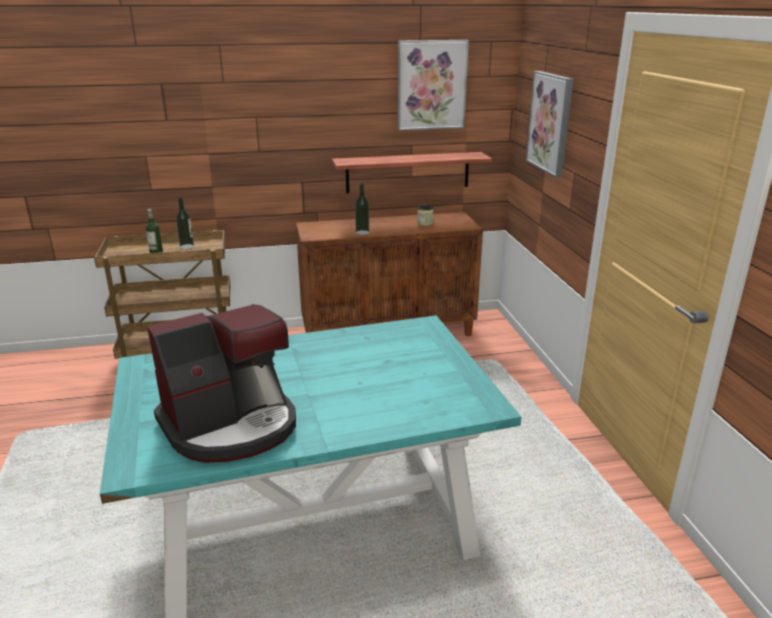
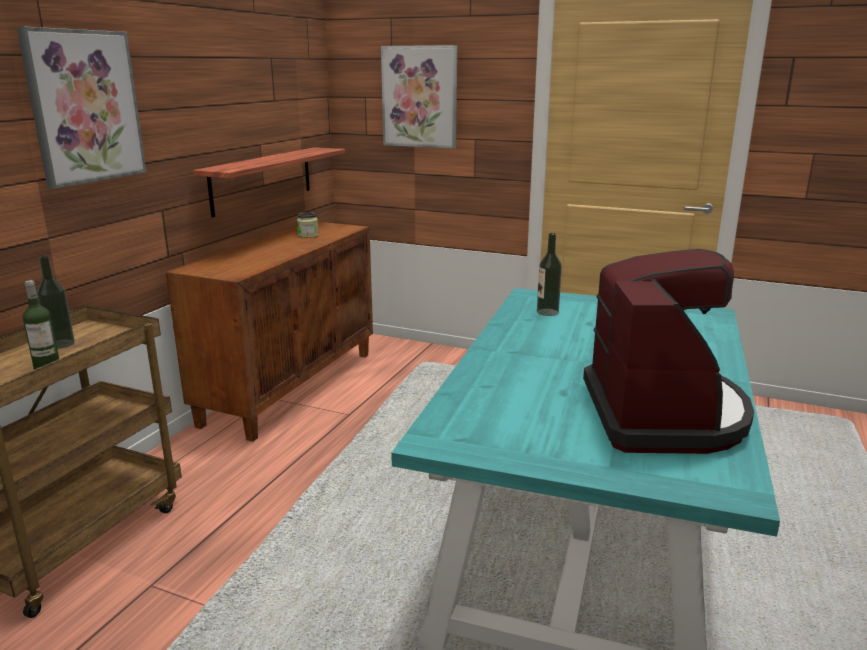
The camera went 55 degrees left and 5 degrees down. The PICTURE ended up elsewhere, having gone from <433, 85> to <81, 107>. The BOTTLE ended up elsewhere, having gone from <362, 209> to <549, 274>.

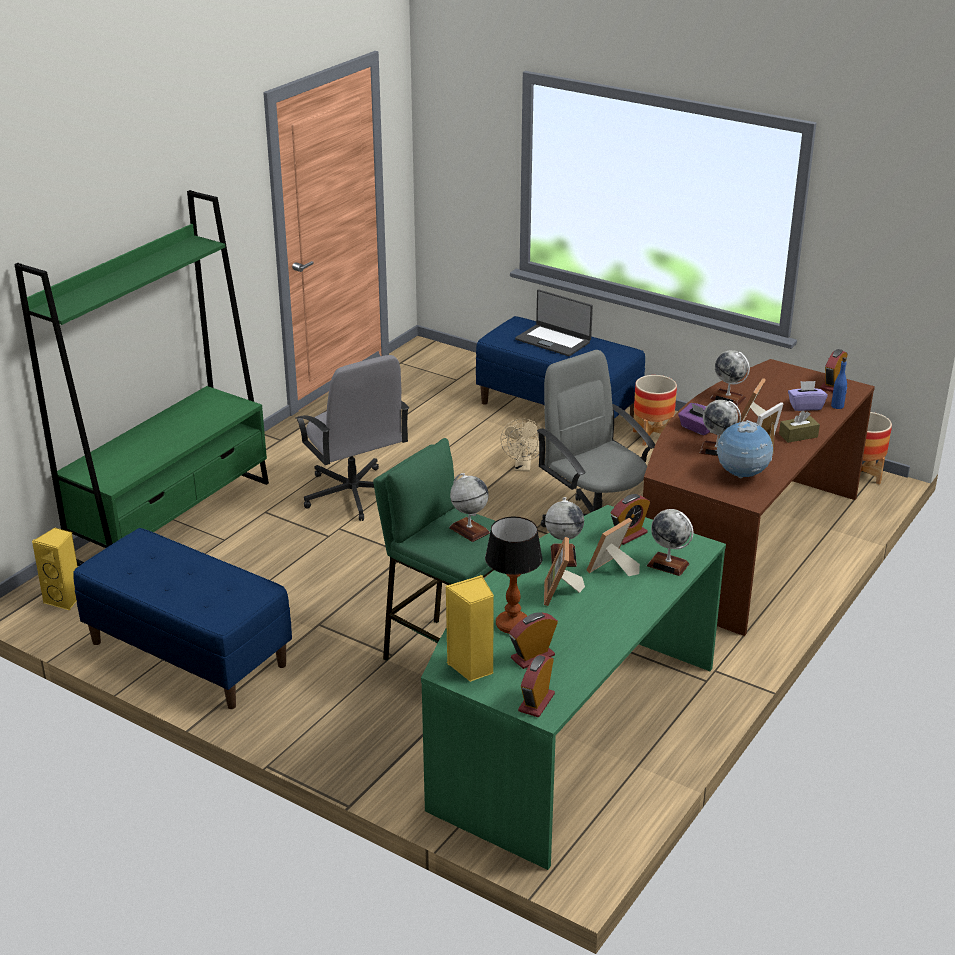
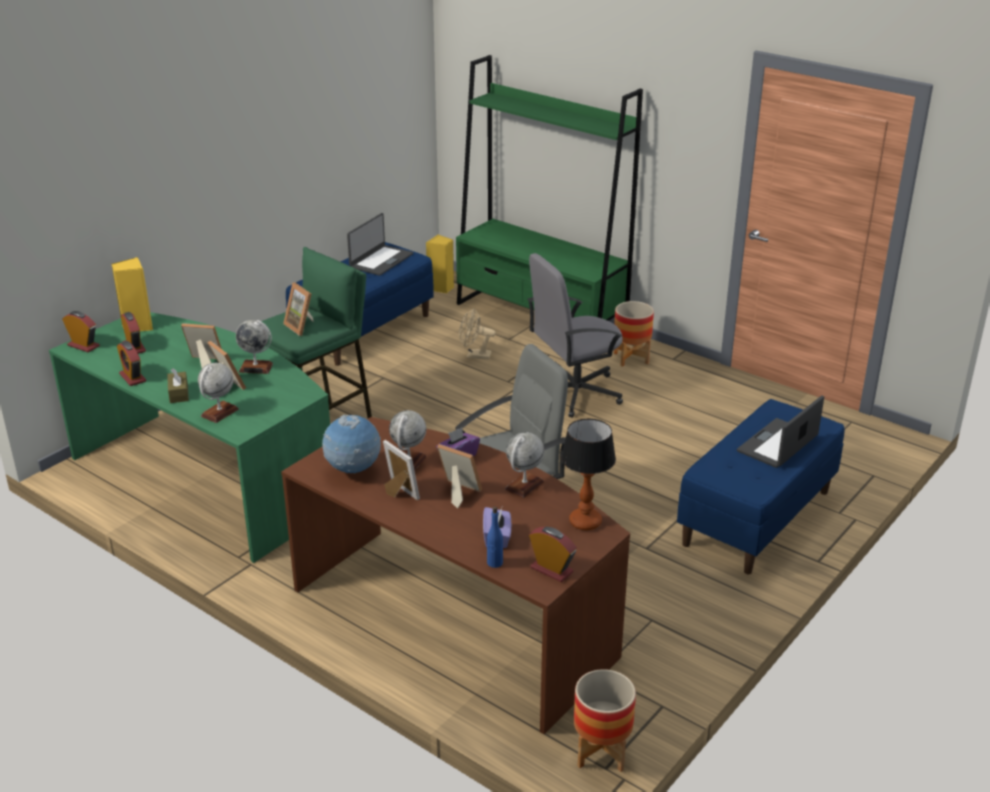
The camera went 95 degrees right and 0 degrees up. The PLANTER ended up elsewhere, having gone from <655, 410> to <634, 334>. The BROWN TISSUE BOX ended up elsewhere, having gone from <799, 426> to <178, 385>. The BEIGE FAN ended up elsewhere, having gone from <523, 445> to <477, 334>. Where the GLOBE stood at <469, 507>, the PICTURE FRAME came to stand at <298, 309>. The ALARM CLOCK ended up elsewhere, having gone from <630, 519> to <131, 363>. The TABLE LAMP ended up elsewhere, having gone from <513, 575> to <588, 474>. The second view gained the LAPTOP at <380, 244>.

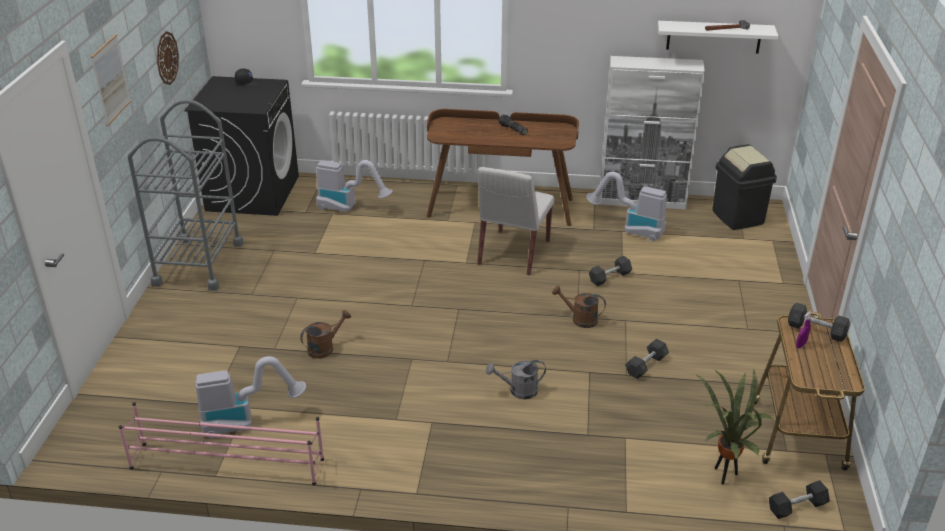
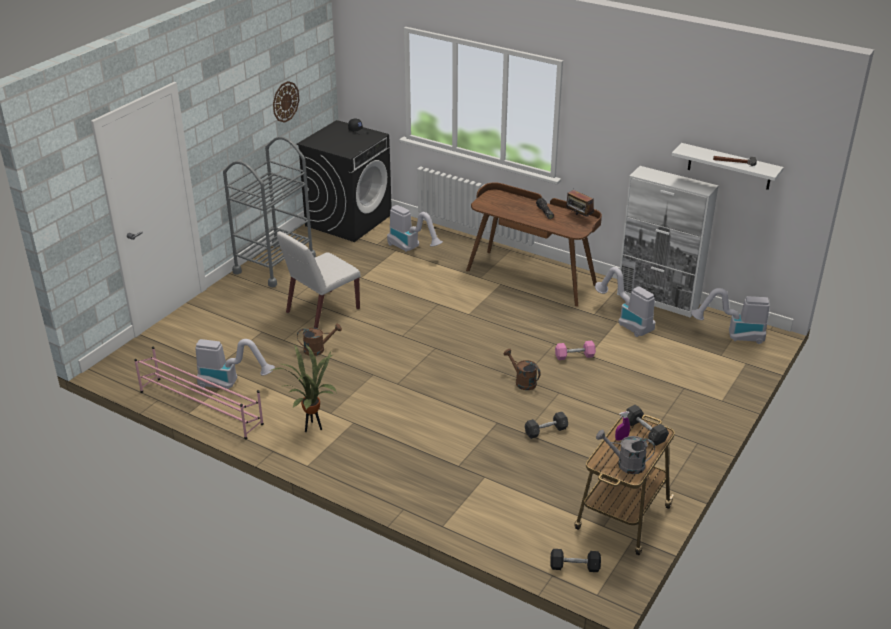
The camera went 25 degrees right and 0 degrees up. The second view lost the PICTURE at <111, 80>. Where the BLACK TRASH CAN stood at <744, 187>, the VACUUM CLEANER came to stand at <730, 316>. The WHITE CHAIR ended up elsewhere, having gone from <515, 221> to <319, 280>. What was the GREY DUMBBELL at <610, 271> turned into the PINK DUMBBELL at <575, 350>. The GREY WATERING CAN ended up elsewhere, having gone from <516, 379> to <625, 452>. The POTTED PLANT ended up elsewhere, having gone from <734, 426> to <303, 388>. The second view gained the RADIO at <580, 203>.

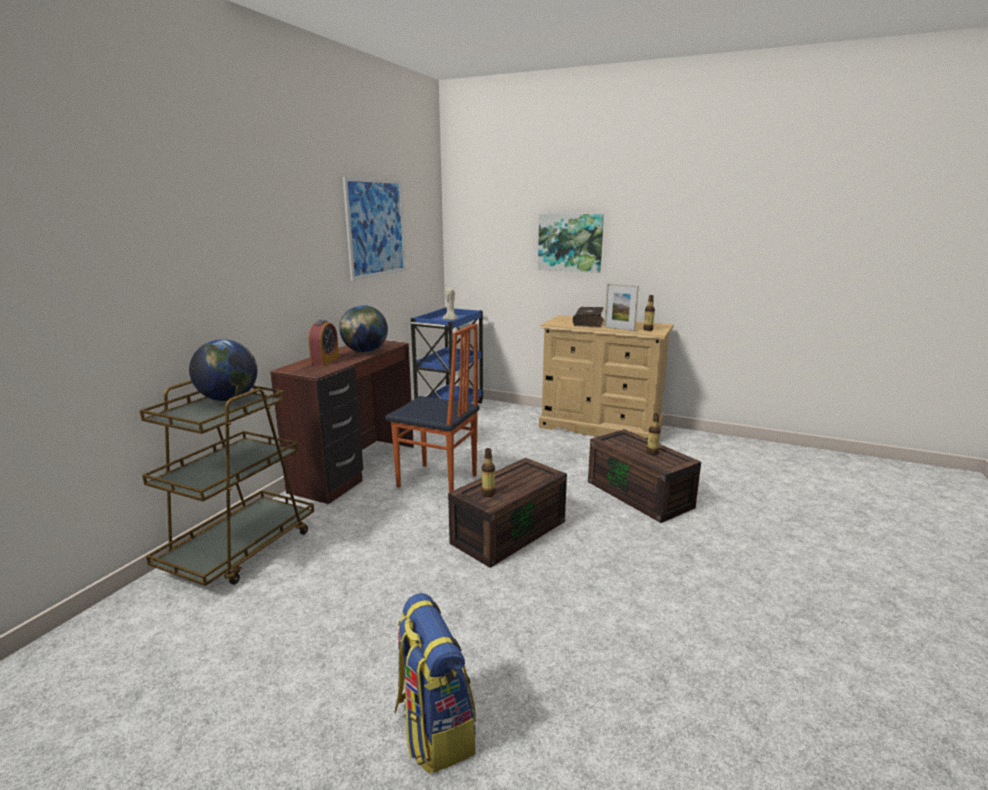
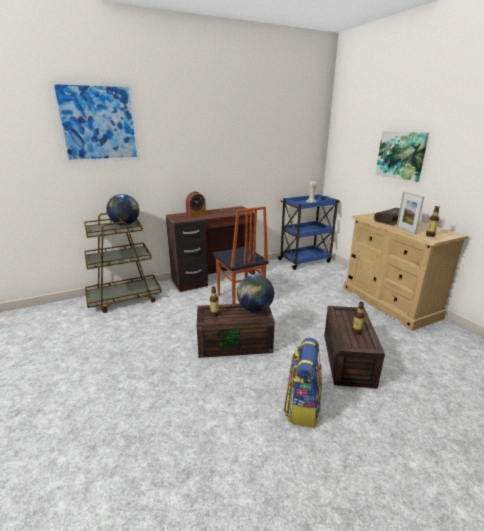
The camera went 40 degrees right and 5 degrees up. The PICTURE ended up elsewhere, having gone from <374, 229> to <95, 122>. The GLOBE ended up elsewhere, having gone from <363, 329> to <255, 293>. The BACKPACK ended up elsewhere, having gone from <435, 683> to <303, 383>.

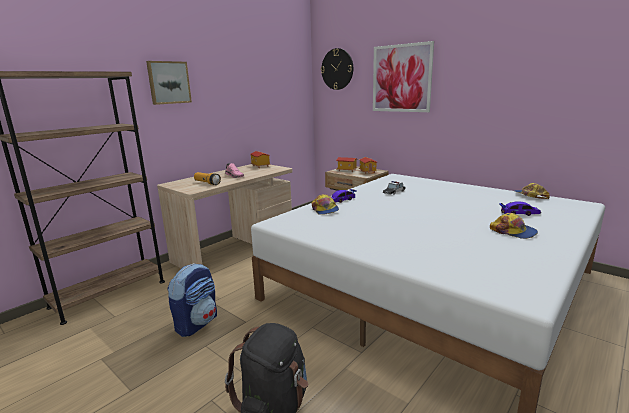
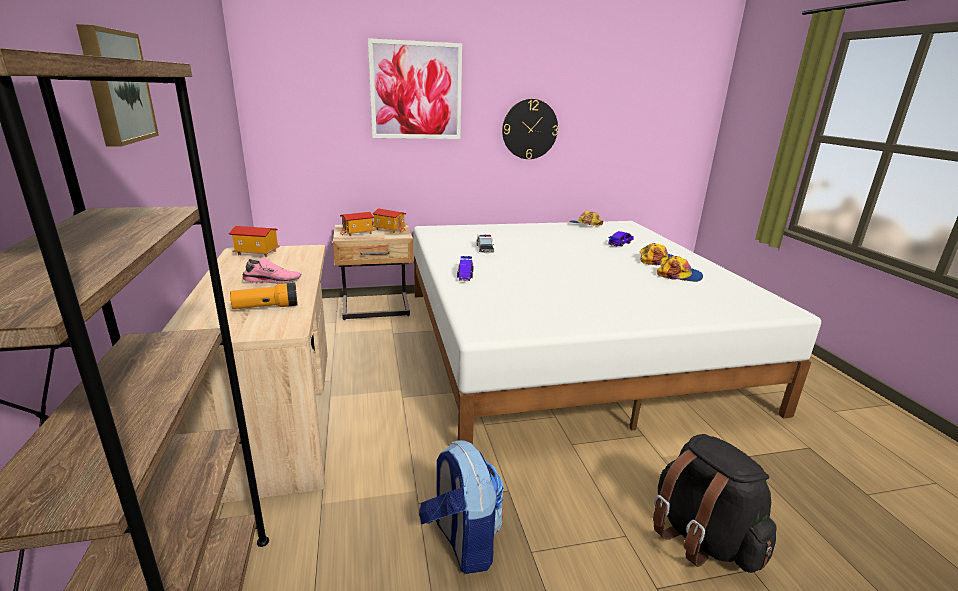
The camera went 55 degrees left and 5 degrees up. The WALL CLOCK ended up elsewhere, having gone from <337, 69> to <530, 129>. The CAP ended up elsewhere, having gone from <325, 204> to <680, 269>.

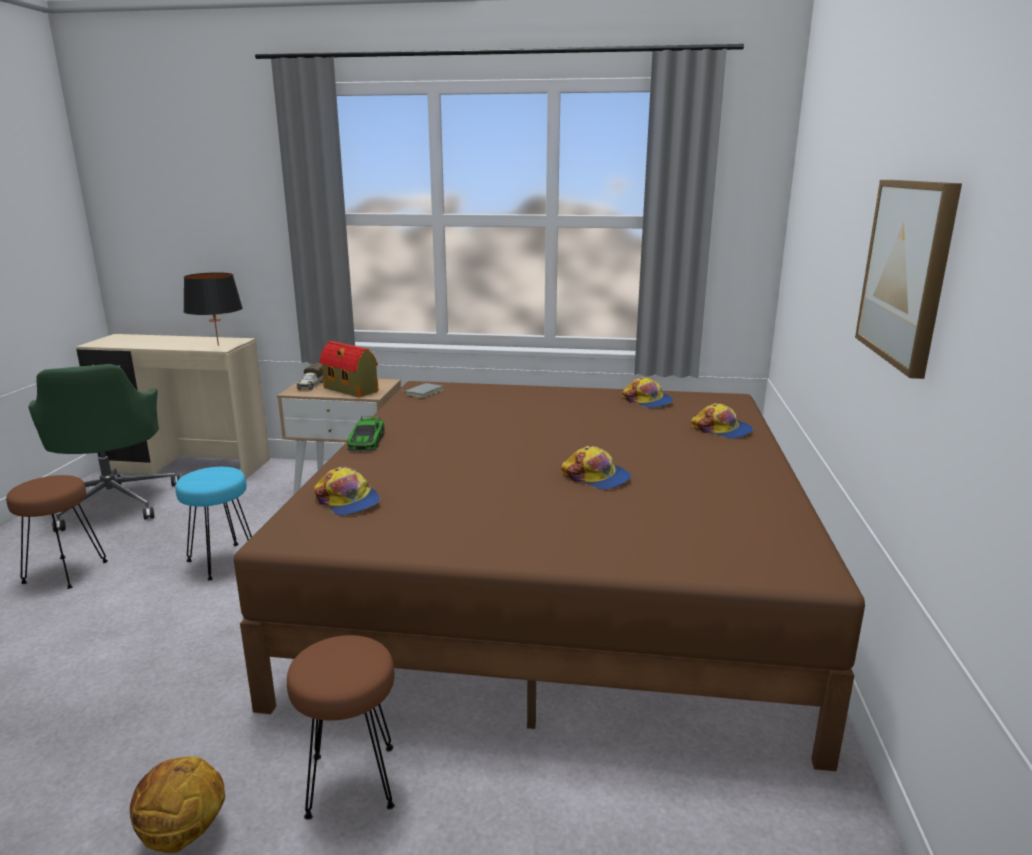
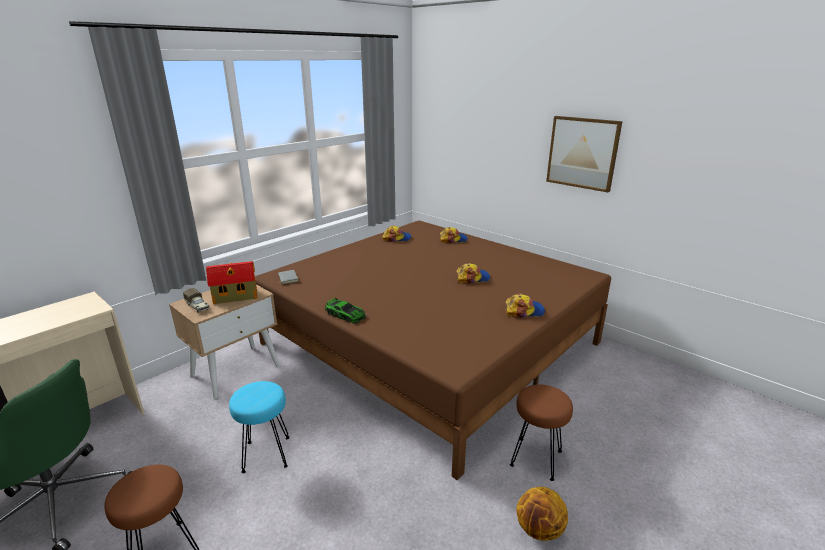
The camera went 55 degrees left and 5 degrees up. The second view lost the BLACK TABLE LAMP at <213, 309>. The CAP ended up elsewhere, having gone from <347, 491> to <525, 306>.

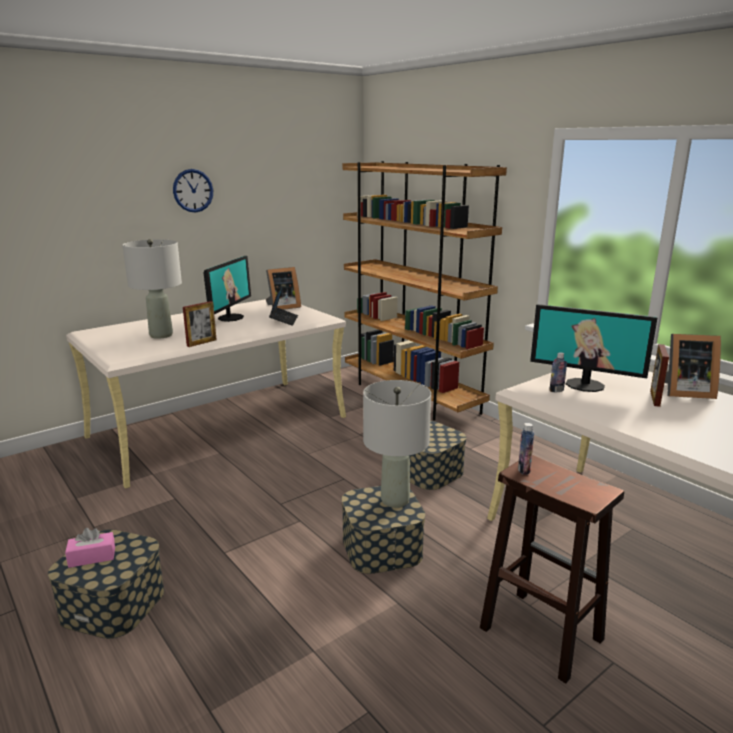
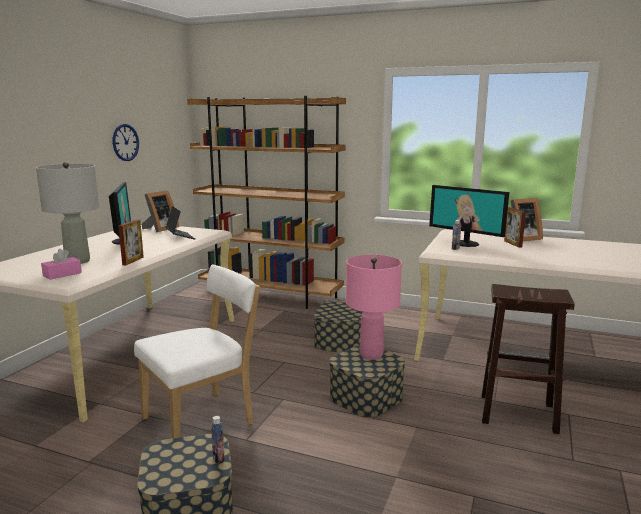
The camera went 30 degrees left and 5 degrees down. The WALL CLOCK ended up elsewhere, having gone from <193, 190> to <126, 142>. The MONITOR at <594, 348> ended up facing another way, 45 degrees clockwise from before. What was the GREY TABLE LAMP at <397, 444> turned into the PINK TABLE LAMP at <374, 307>. The BOTTLE ended up elsewhere, having gone from <526, 449> to <218, 440>. The PINK TISSUE BOX ended up elsewhere, having gone from <90, 548> to <61, 264>. The second view gained the WHITE CHAIR at <197, 351>.

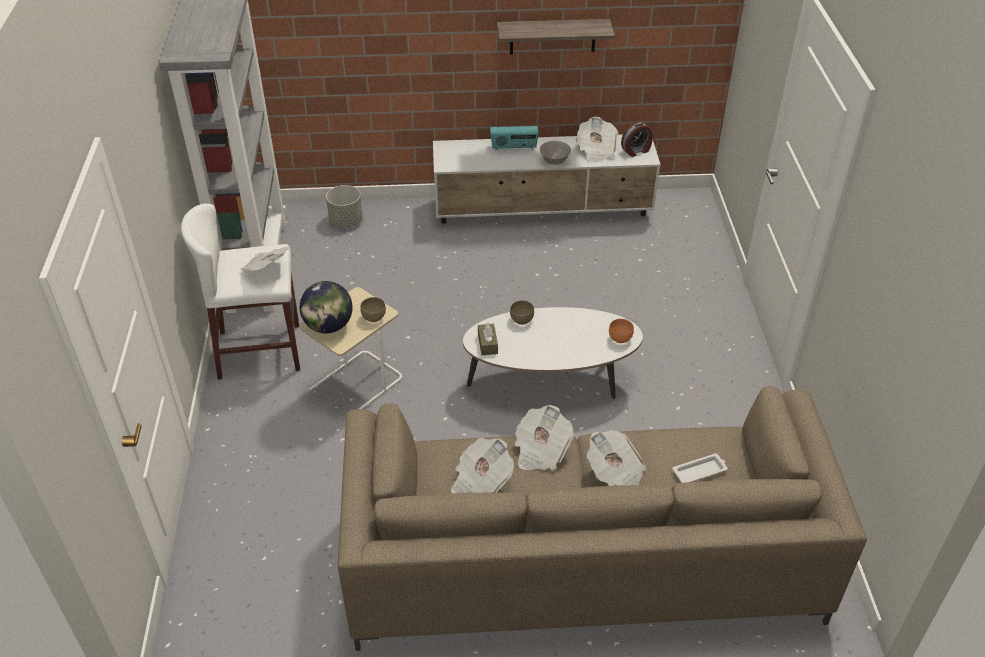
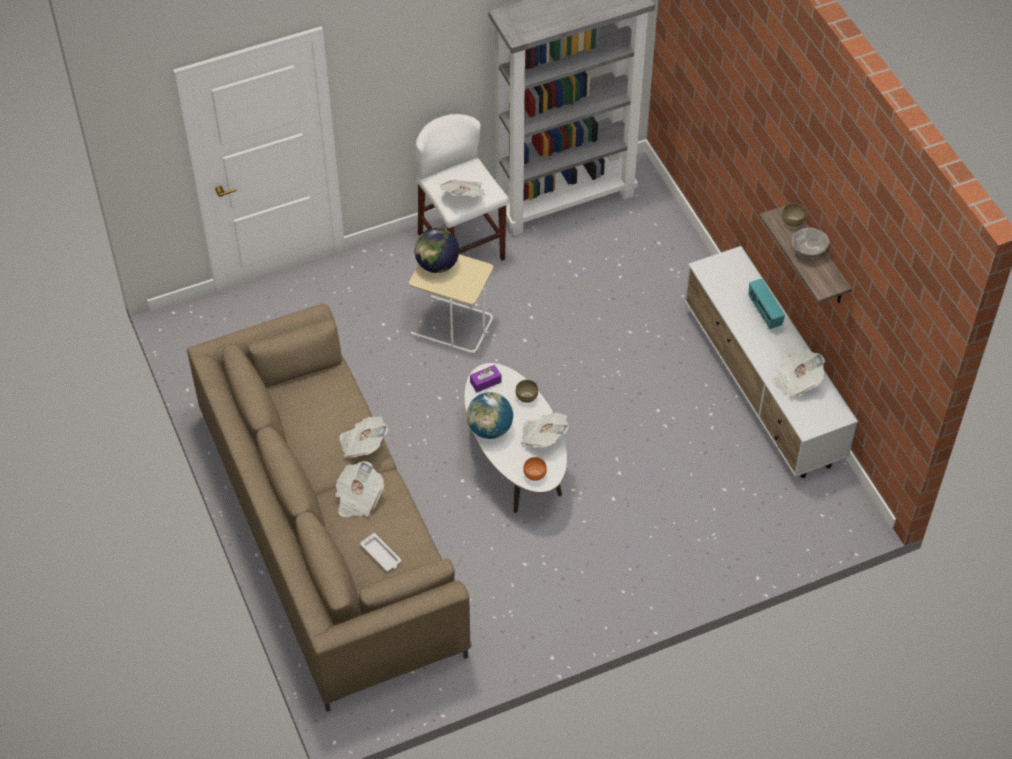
The camera went 70 degrees right and 10 degrees up. The second view lost the ALARM CLOCK at <637, 139>. The GREY BOWL ended up elsewhere, having gone from <555, 153> to <810, 243>. The second view lost the GREY PLANTER at <344, 206>. The BROWN BOWL ended up elsewhere, having gone from <373, 309> to <794, 215>. What was the BROWN TISSUE BOX at <488, 338> turned into the PURPLE TISSUE BOX at <485, 378>. The NEWSPAPER ended up elsewhere, having gone from <482, 465> to <544, 430>. The second view gained the GLOBE at <489, 415>.

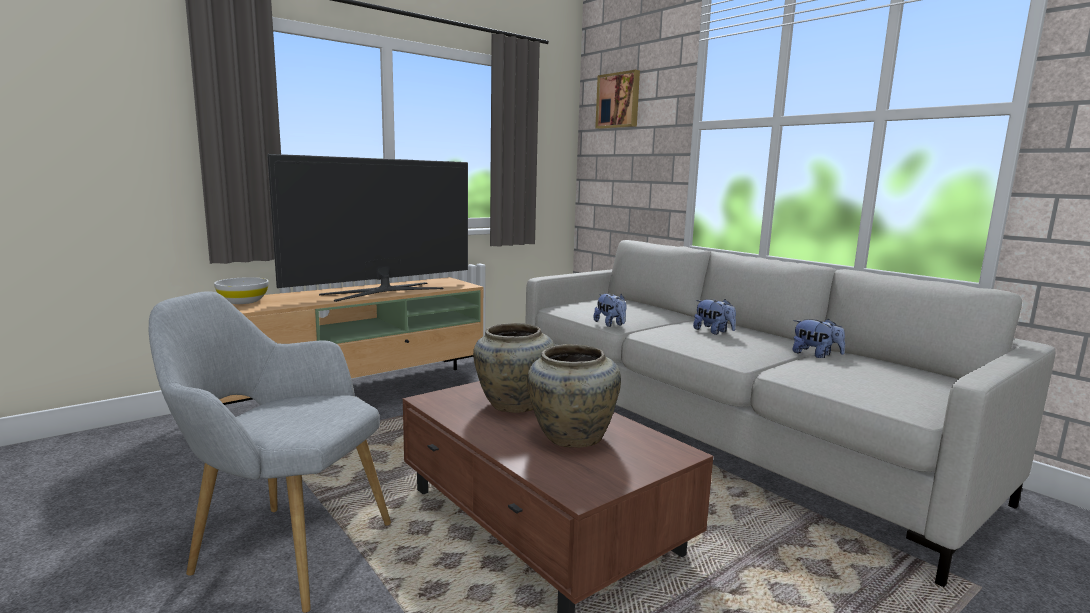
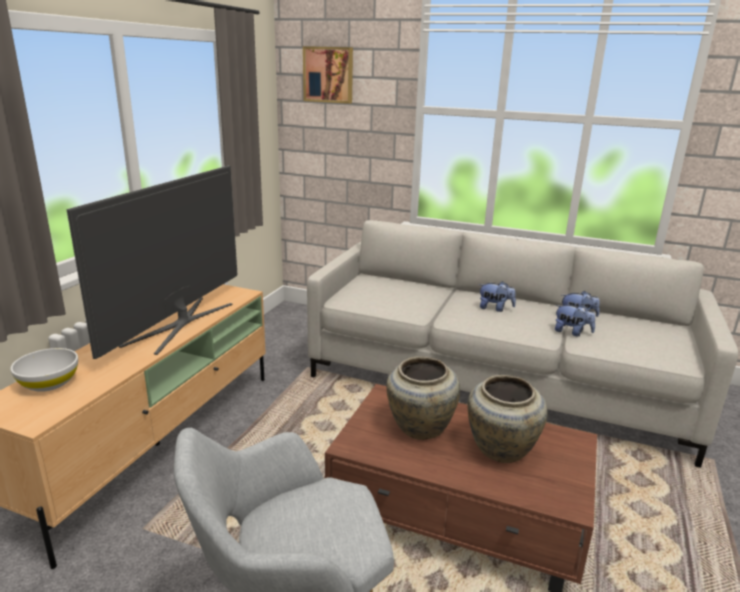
The camera went 30 degrees left and 10 degrees up. The PLUSH TOY ended up elsewhere, having gone from <610, 310> to <575, 320>.

